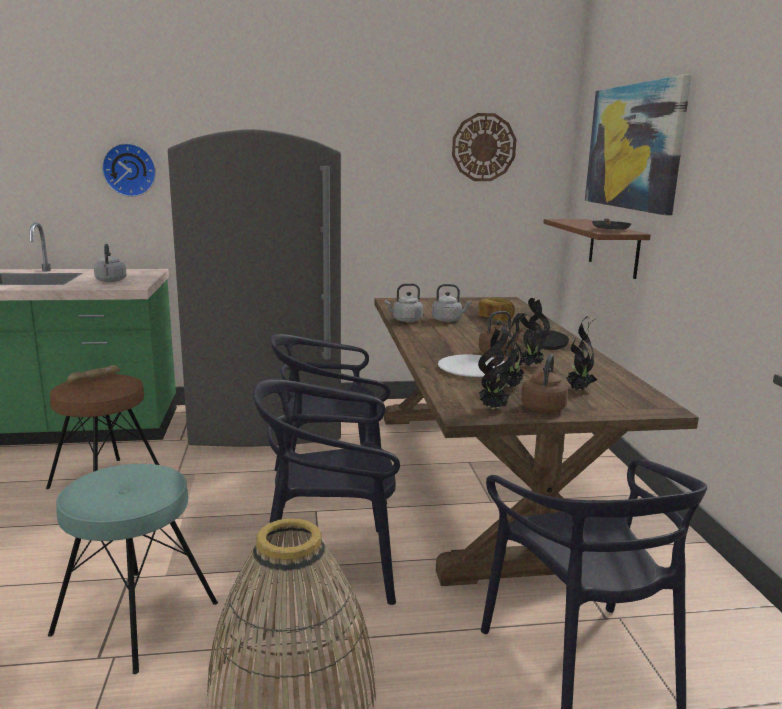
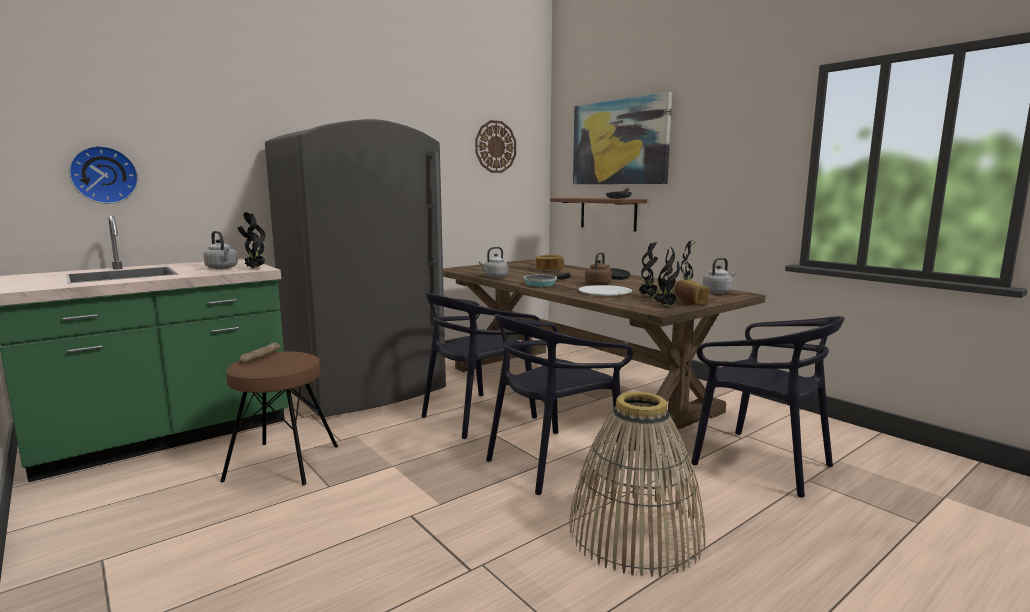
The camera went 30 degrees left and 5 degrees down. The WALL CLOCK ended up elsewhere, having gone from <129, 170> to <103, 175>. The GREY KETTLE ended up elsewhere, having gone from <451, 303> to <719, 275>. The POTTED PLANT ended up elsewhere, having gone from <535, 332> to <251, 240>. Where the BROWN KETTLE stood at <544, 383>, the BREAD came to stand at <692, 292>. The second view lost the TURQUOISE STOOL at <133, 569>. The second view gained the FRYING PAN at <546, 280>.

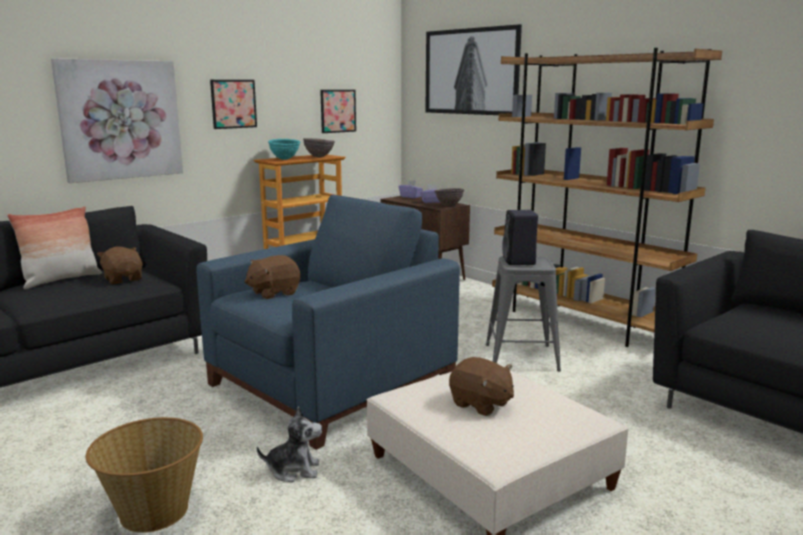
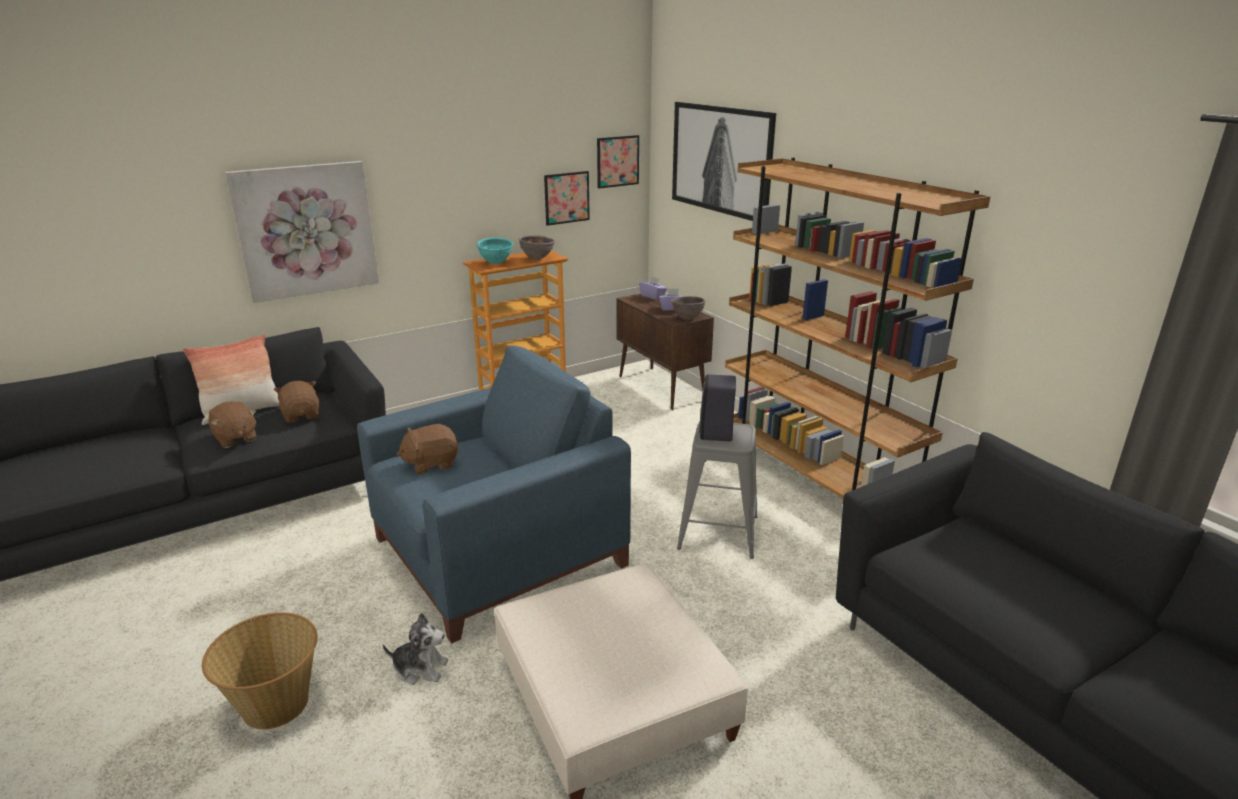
The camera went 10 degrees right and 10 degrees up. The PICTURE ended up elsewhere, having gone from <233, 104> to <618, 161>. The BROWN PLUSH TOY ended up elsewhere, having gone from <481, 386> to <232, 424>.

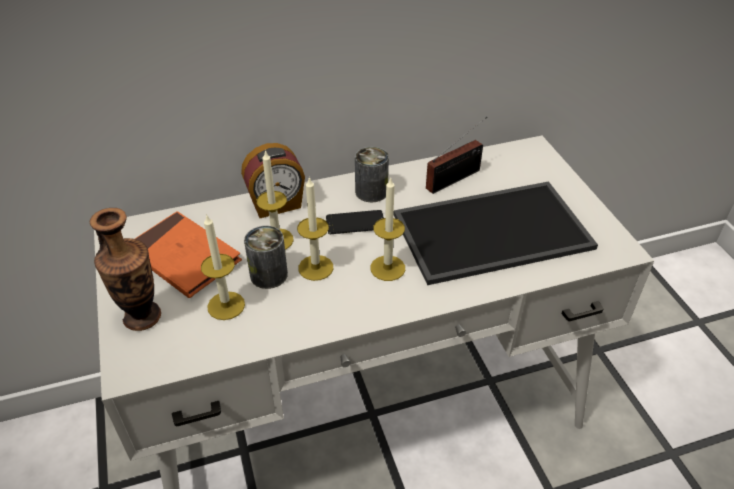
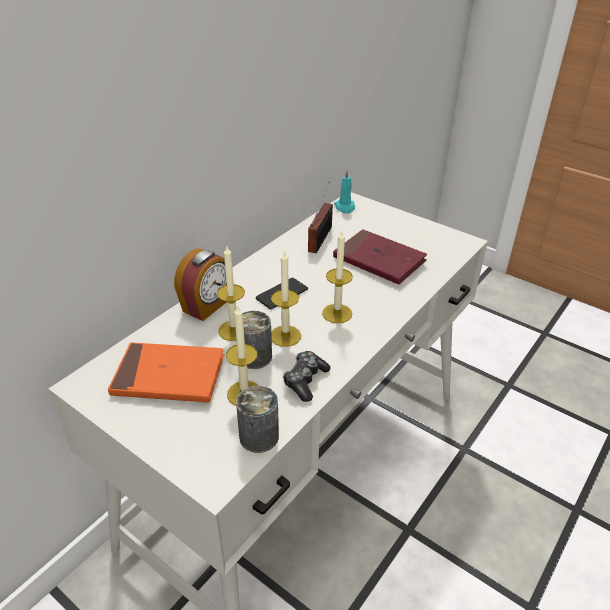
The camera went 35 degrees left and 5 degrees down. The CAN ended up elsewhere, having gone from <372, 174> to <257, 419>. Where the TRAY stood at <496, 233>, the RED BOOK came to stand at <380, 256>. The second view lost the VASE at <125, 269>. The second view gained the TURQUOISE CANDLE at <344, 192>. The second view gained the GAME CONTROLLER at <307, 376>.

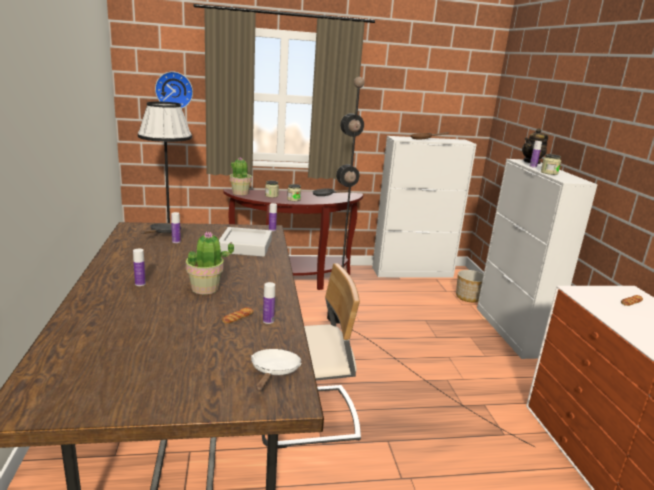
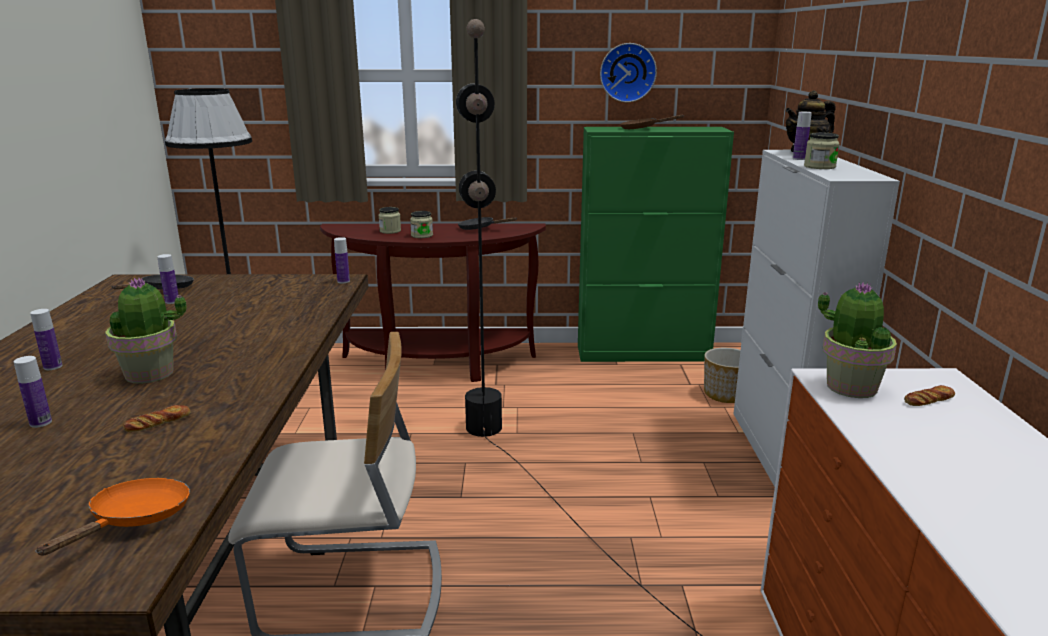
The camera went 10 degrees right and 0 degrees up. The WALL CLOCK ended up elsewhere, having gone from <174, 90> to <628, 72>. What was the WHITE CABINET at <424, 207> turned into the GREEN CABINET at <656, 244>. The POTTED PLANT ended up elsewhere, having gone from <241, 176> to <857, 340>. The second view lost the GREY TRAY at <245, 242>. The BOTTLE ended up elsewhere, having gone from <269, 303> to <33, 392>. What was the WHITE FRYING PAN at <276, 370> turned into the ORANGE FRYING PAN at <112, 516>.

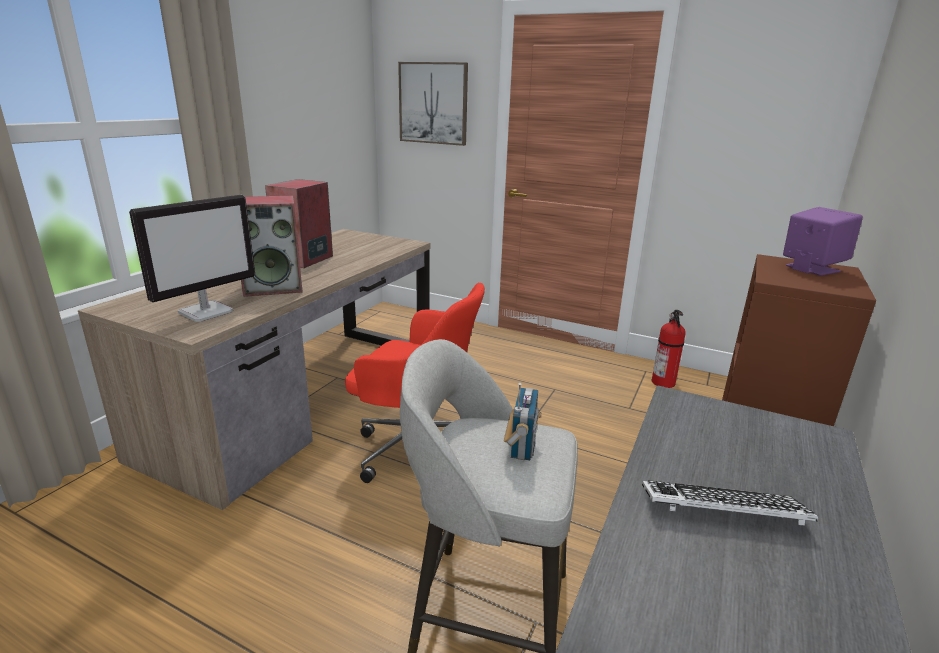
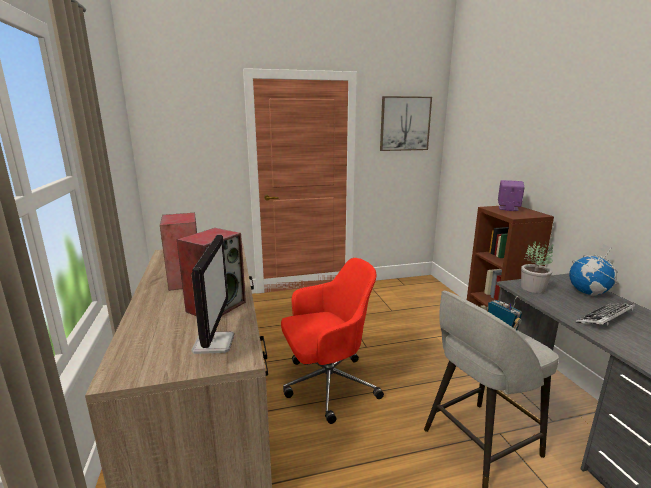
The camera went 40 degrees left and 5 degrees down. The PICTURE ended up elsewhere, having gone from <433, 104> to <406, 123>. The second view lost the FIRE EXTINGUISHER at <669, 349>. The second view gained the POTTED PLANT at <537, 267>. The second view gained the GLOBE at <593, 269>.

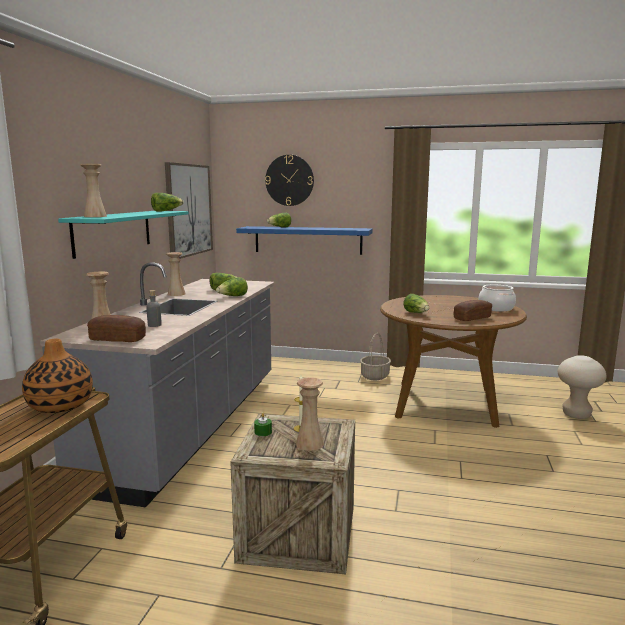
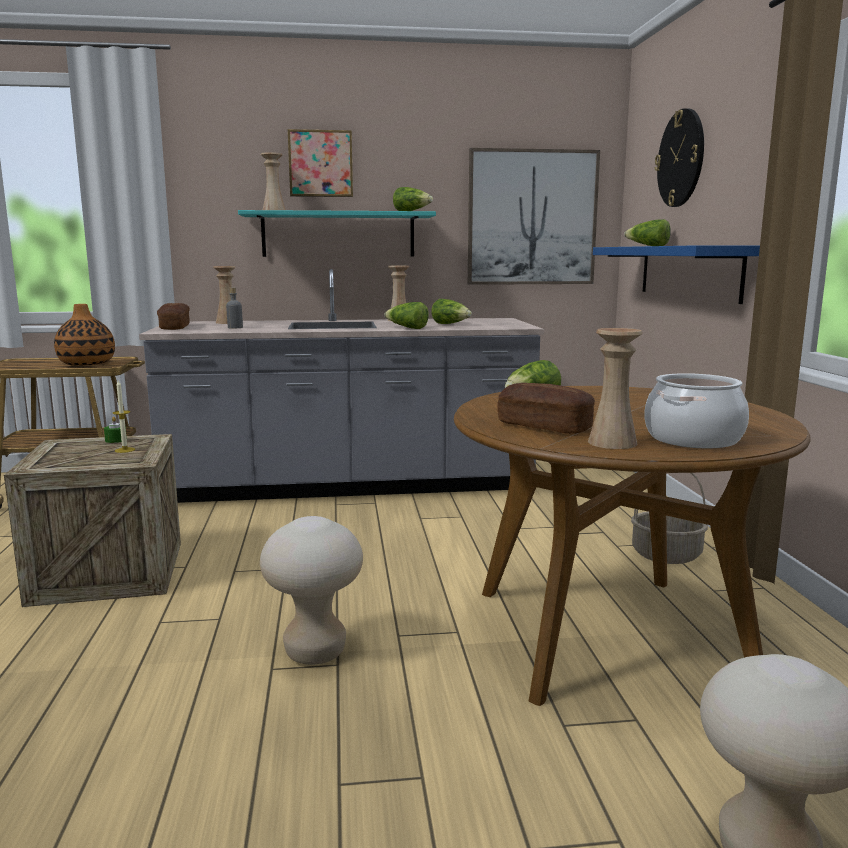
The camera went 70 degrees right and 0 degrees up. The BEIGE VASE ended up elsewhere, having gone from <310, 414> to <615, 388>. The second view gained the PICTURE at <320, 163>. The second view gained the BEIGE STOOL at <311, 590>.

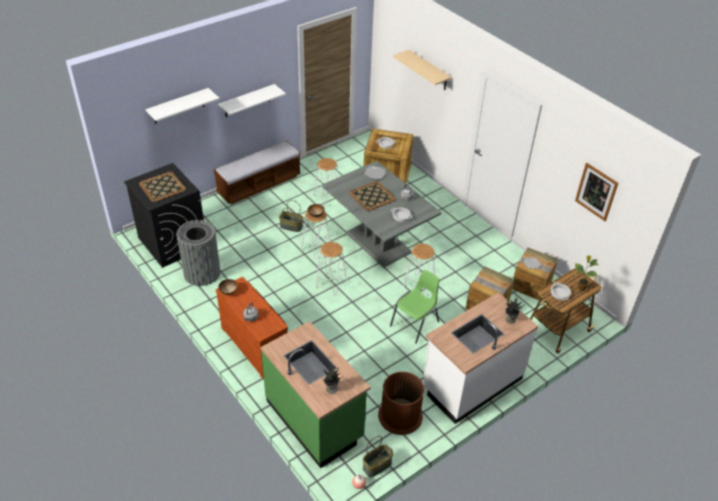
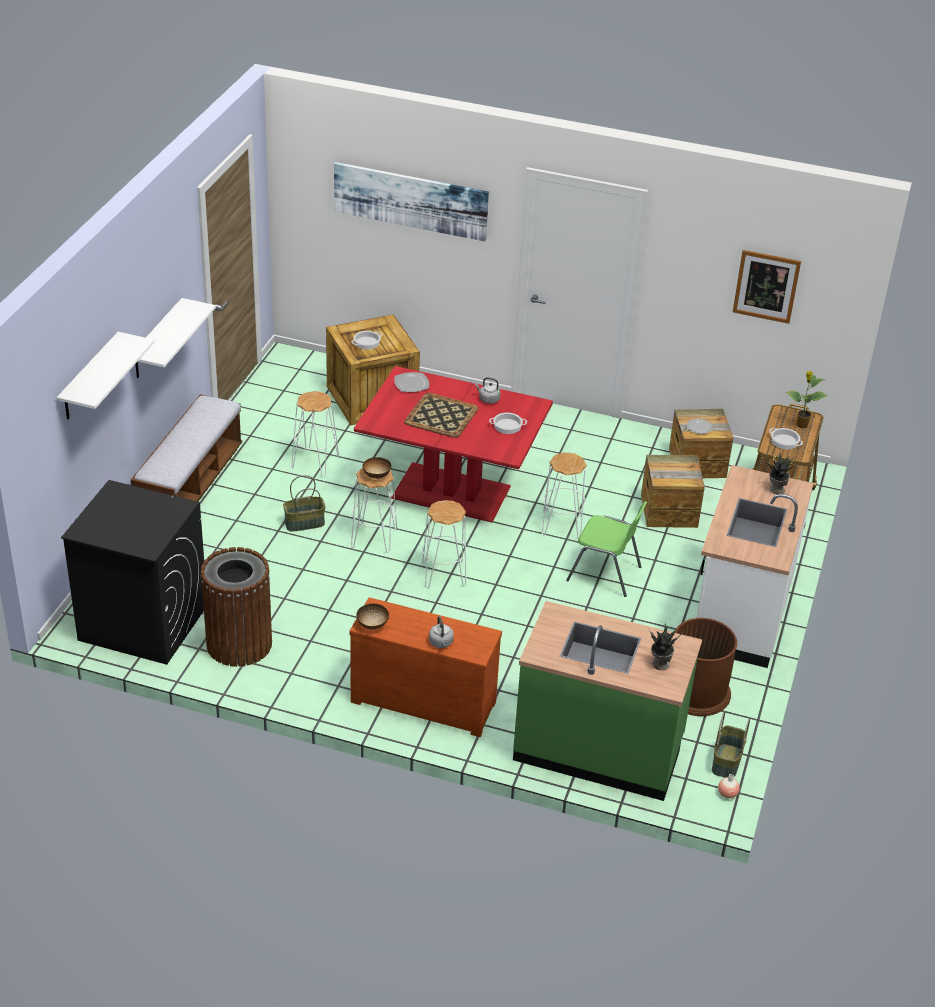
The camera went 35 degrees left and 5 degrees down. Where the BEIGE SHELF hung at <422, 70>, the PICTURE came to hang at <411, 201>. What was the GREY DINING TABLE at <381, 214> turned into the RED DINING TABLE at <453, 444>. The second view lost the TRAY at <162, 186>. What was the GREY TRASH CAN at <199, 253> turned into the BROWN TRASH CAN at <236, 607>. The GREEN CHAIR at <415, 307> ended up facing another way, 105 degrees clockwise from before.

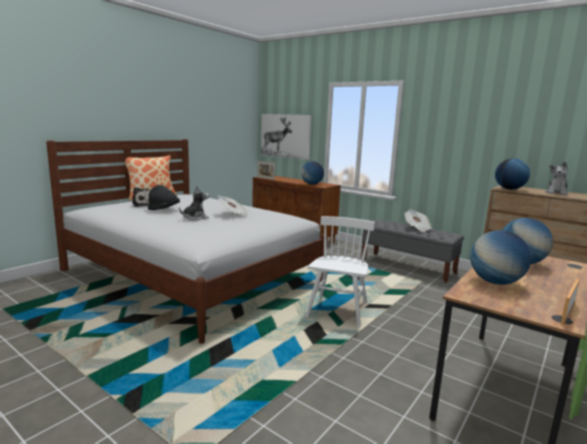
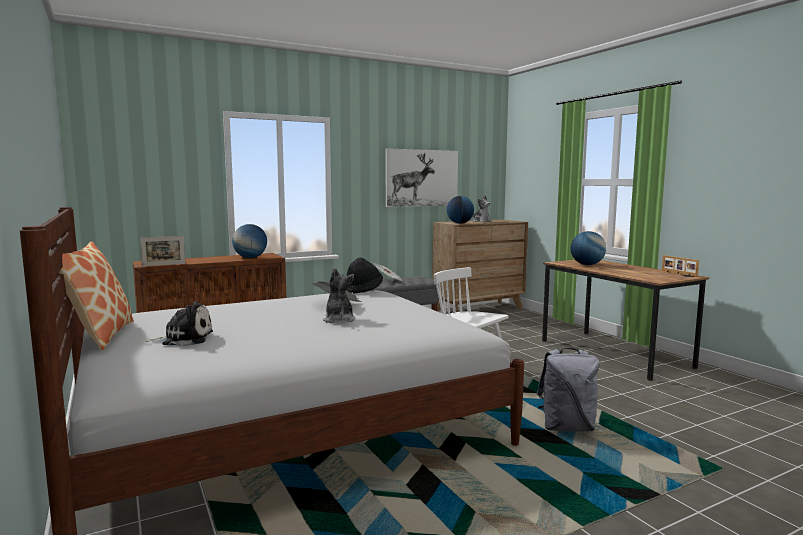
The camera went 65 degrees left and 5 degrees down. The PICTURE ended up elsewhere, having gone from <286, 137> to <422, 177>. The BLACK HAT ended up elsewhere, having gone from <164, 197> to <365, 275>. The second view lost the GLOBE at <500, 257>. The second view gained the GREY BACKPACK at <568, 390>.

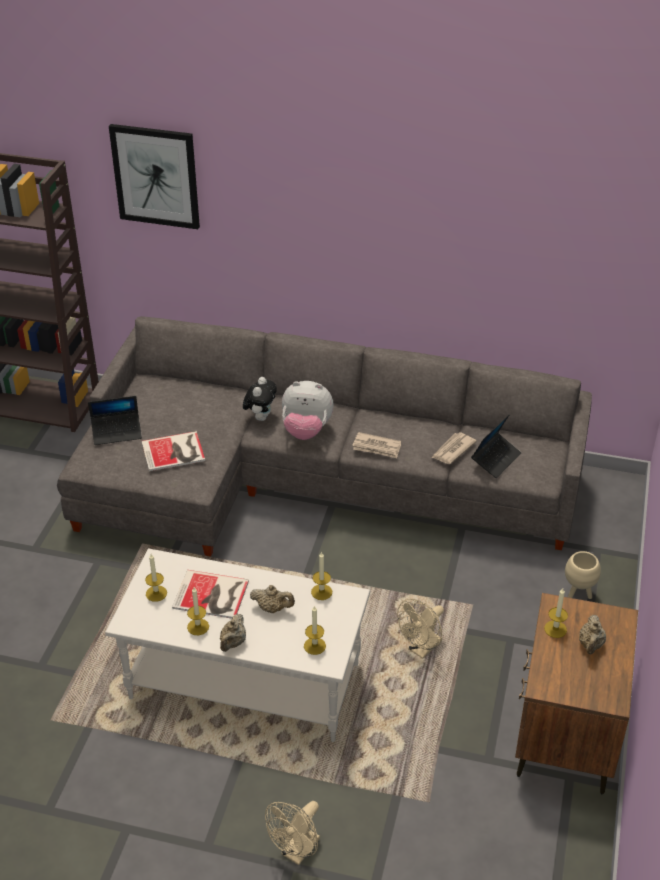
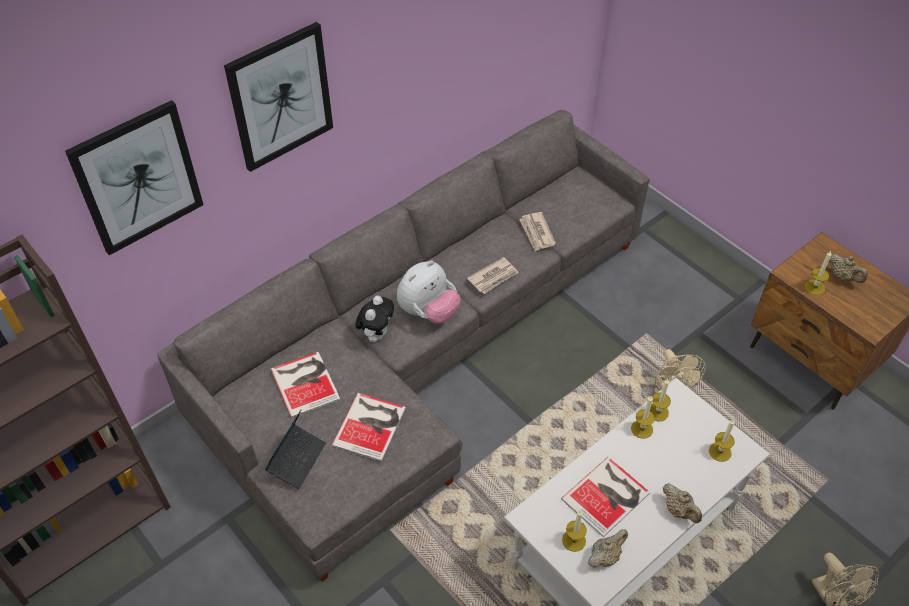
The camera went 55 degrees left and 10 degrees up. The PLUSH TOY at <260, 399> ended up facing another way, 60 degrees clockwise from before. The second view lost the LAPTOP at <496, 446>. The second view lost the BEIGE PLANTER at <583, 575>. The BEIGE TEAPOT ended up elsewhere, having gone from <272, 599> to <608, 548>. The CANDLE ended up elsewhere, having gone from <198, 611> to <643, 417>. The second view gained the PICTURE at <278, 97>. The second view gained the BOOK at <305, 385>.

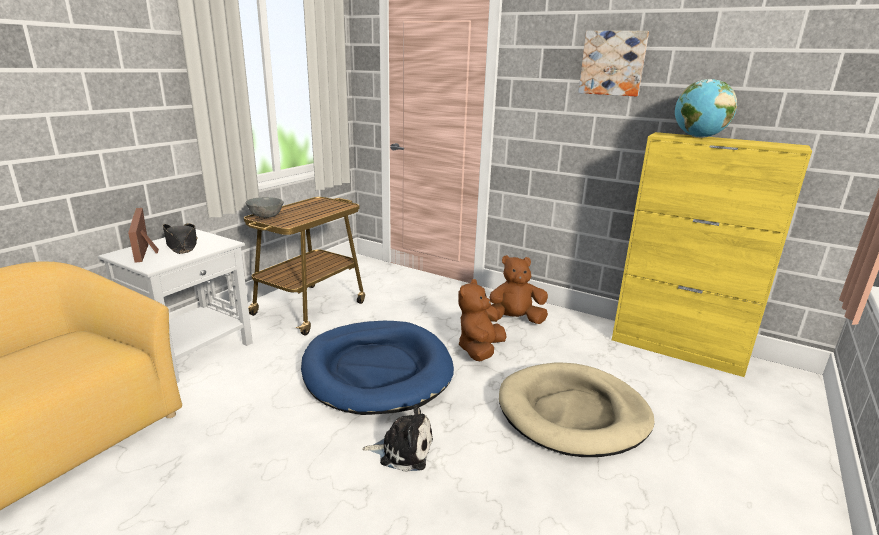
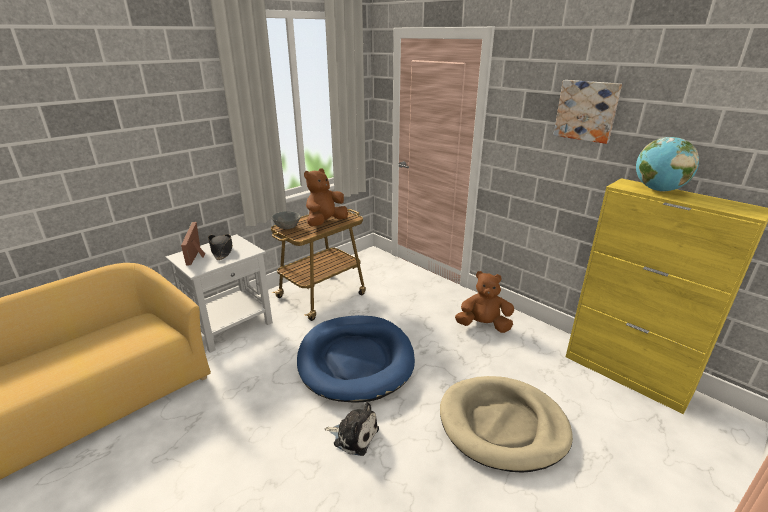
The camera went 15 degrees right and 5 degrees up. The BROWN PLUSH TOY ended up elsewhere, having gone from <482, 320> to <326, 197>.

